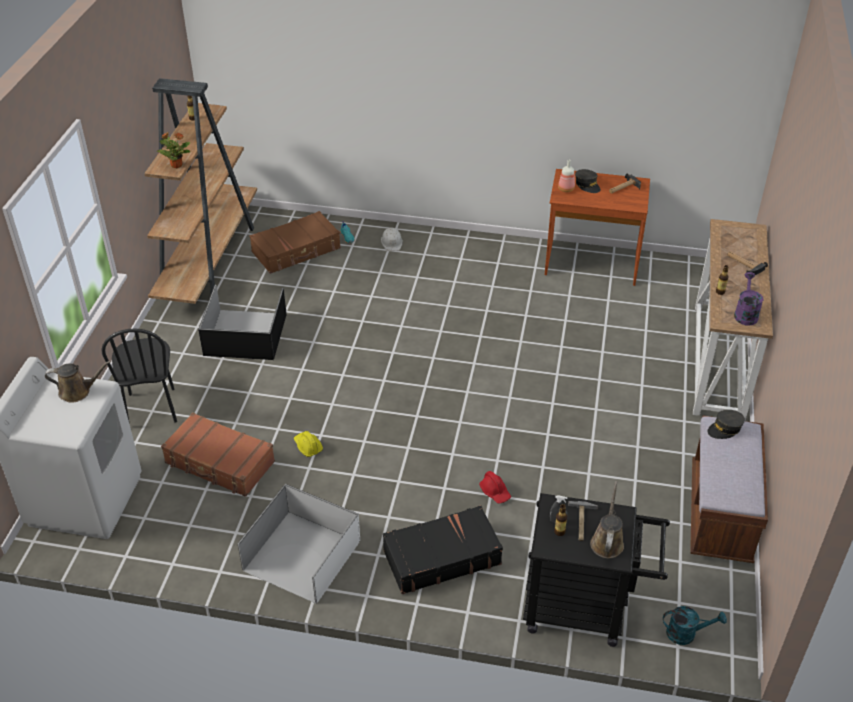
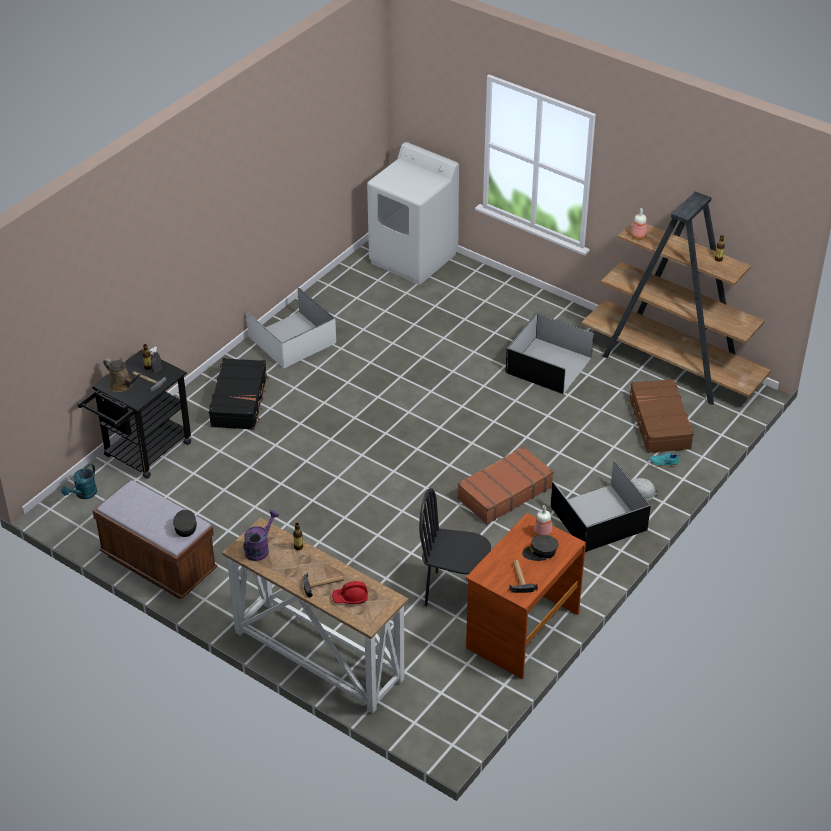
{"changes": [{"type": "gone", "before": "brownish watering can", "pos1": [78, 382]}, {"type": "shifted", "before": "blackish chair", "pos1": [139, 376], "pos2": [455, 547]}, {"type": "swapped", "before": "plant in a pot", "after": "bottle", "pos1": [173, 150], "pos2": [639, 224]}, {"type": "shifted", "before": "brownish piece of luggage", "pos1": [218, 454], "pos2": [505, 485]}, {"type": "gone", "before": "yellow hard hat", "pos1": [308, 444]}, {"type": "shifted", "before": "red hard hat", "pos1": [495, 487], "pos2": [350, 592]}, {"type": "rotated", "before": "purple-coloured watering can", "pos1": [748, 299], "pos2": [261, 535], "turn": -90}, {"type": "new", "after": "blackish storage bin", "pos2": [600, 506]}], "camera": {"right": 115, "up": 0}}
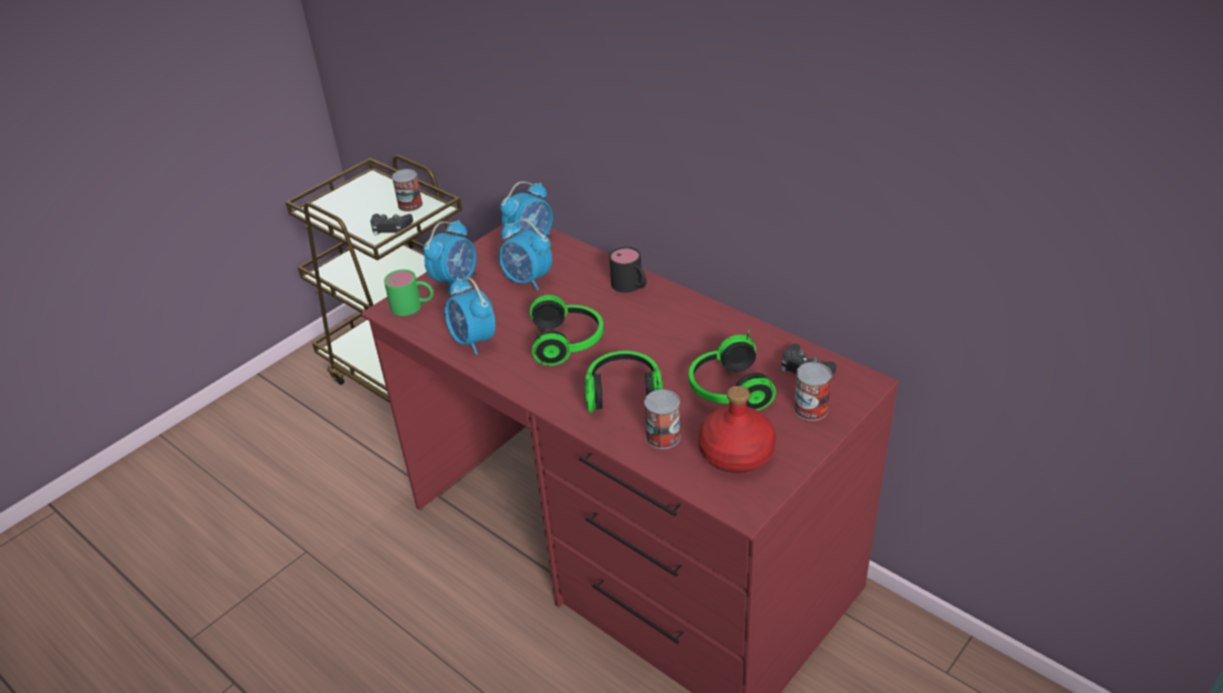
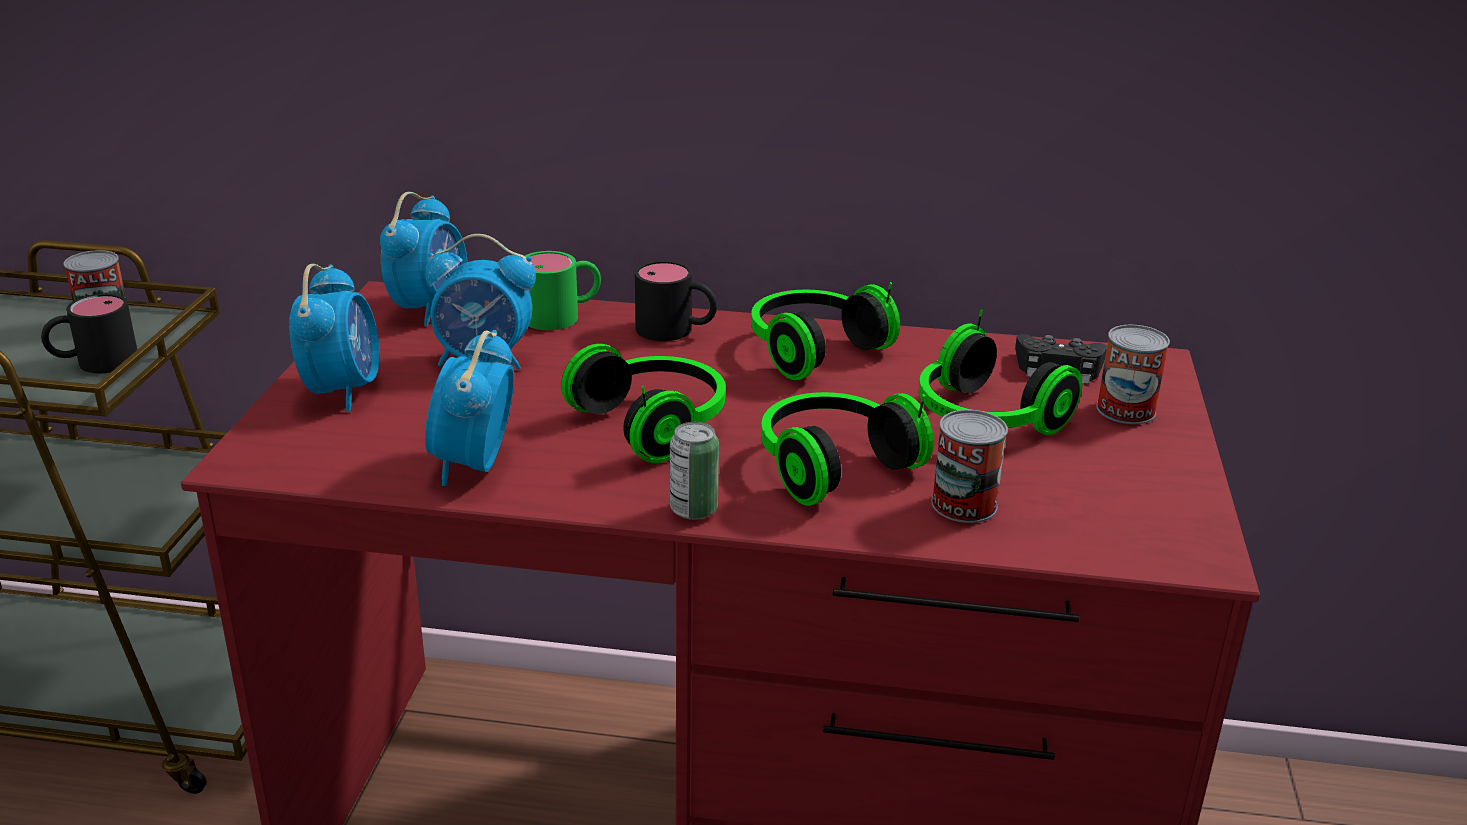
{"changes": [{"type": "swapped", "before": "blackish game controller", "after": "blackish tea mug", "pos1": [391, 224], "pos2": [89, 333]}, {"type": "shifted", "before": "green tea mug", "pos1": [409, 292], "pos2": [563, 290]}, {"type": "rotated", "before": "alarm clock", "pos1": [470, 316], "pos2": [469, 408], "turn": 75}, {"type": "gone", "before": "red bottle", "pos1": [737, 429]}, {"type": "new", "after": "metal can", "pos2": [694, 471]}, {"type": "new", "after": "headset", "pos2": [825, 331]}], "camera": {"right": -35, "up": -10}}
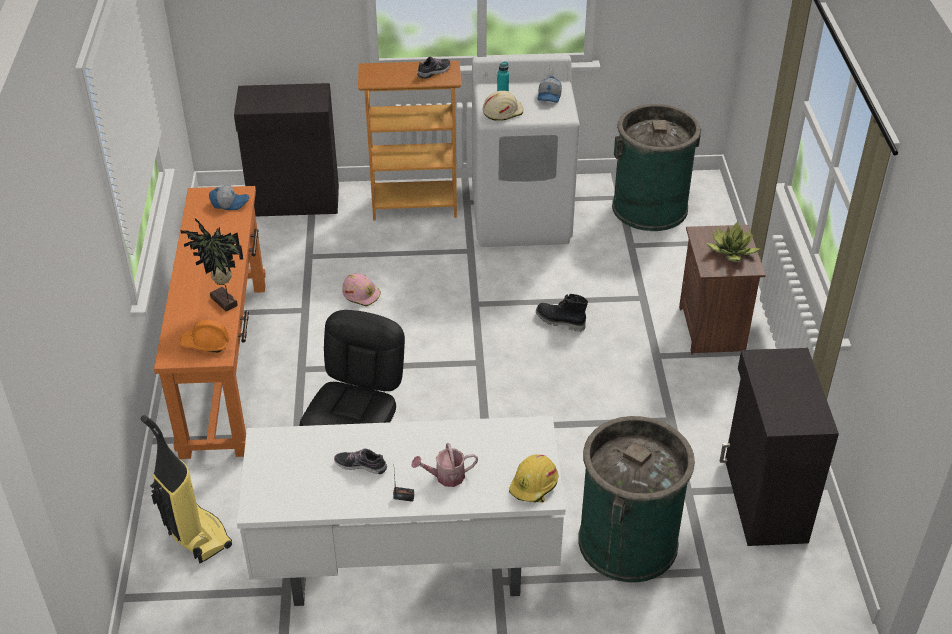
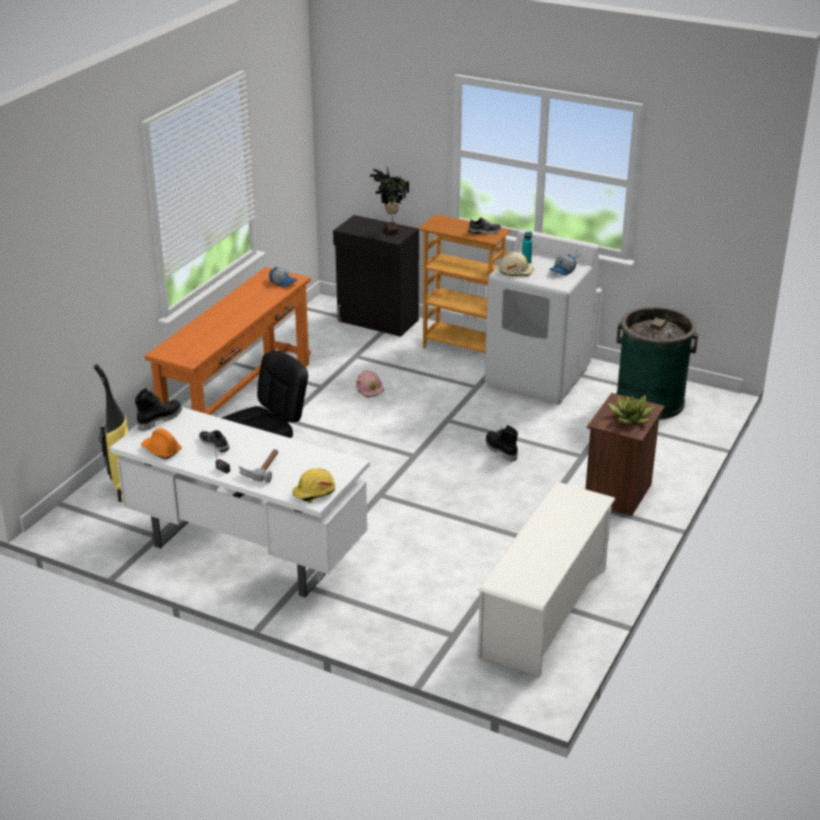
{"changes": [{"type": "shifted", "before": "plant in a pot", "pos1": [212, 265], "pos2": [389, 201]}, {"type": "shifted", "before": "orangey hard hat", "pos1": [205, 336], "pos2": [161, 443]}, {"type": "swapped", "before": "watering can", "after": "hand hammer", "pos1": [445, 465], "pos2": [258, 466]}, {"type": "gone", "before": "green trash can", "pos1": [636, 499]}, {"type": "swapped", "before": "blackish storage cabinet", "after": "whitish shoe shelf", "pos1": [779, 447], "pos2": [546, 579]}, {"type": "new", "after": "blackish tall boot", "pos2": [158, 409]}], "camera": {"right": 30, "up": -10}}
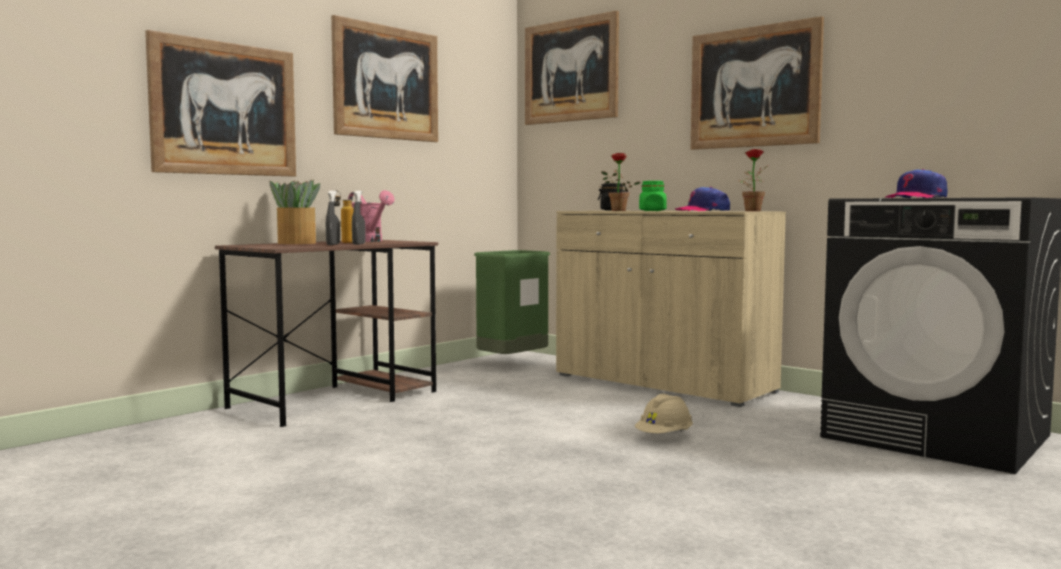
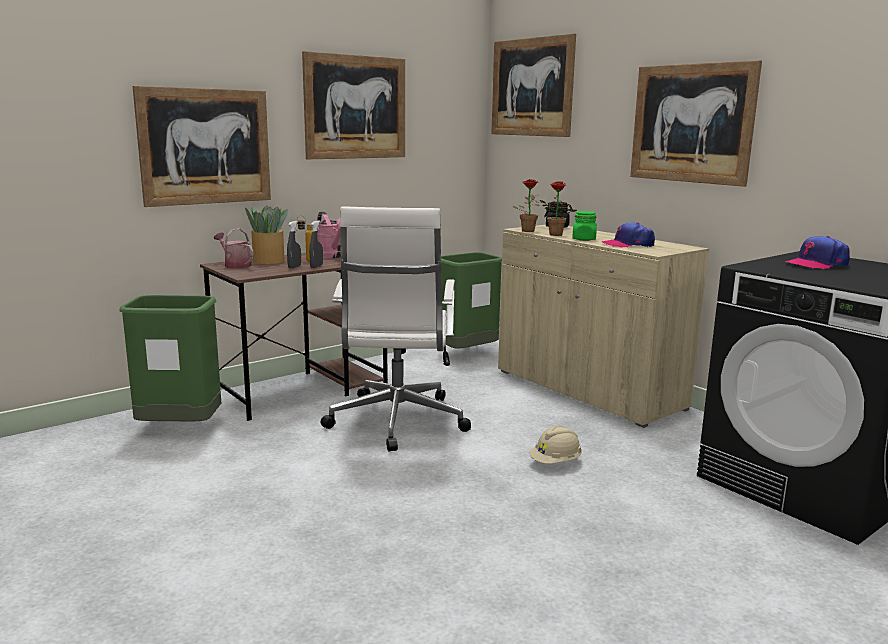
{"changes": [{"type": "shifted", "before": "plant in a pot", "pos1": [752, 180], "pos2": [525, 205]}, {"type": "new", "after": "green trash can", "pos2": [170, 358]}, {"type": "new", "after": "watering can", "pos2": [233, 248]}, {"type": "new", "after": "whitish office chair", "pos2": [396, 329]}], "camera": {"right": 10, "up": 10}}
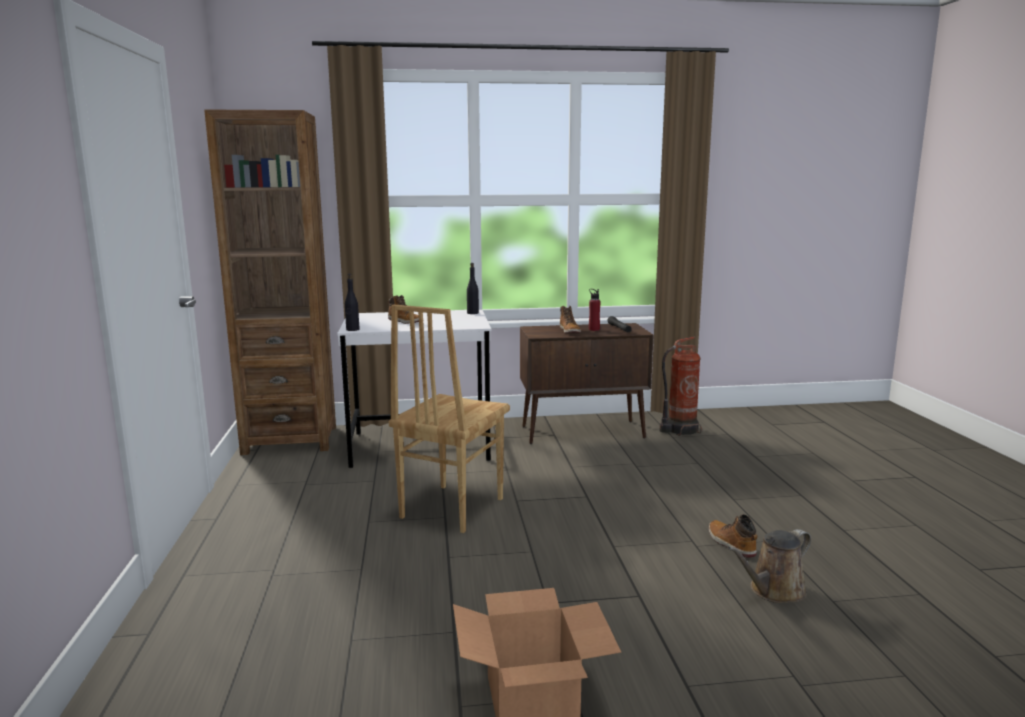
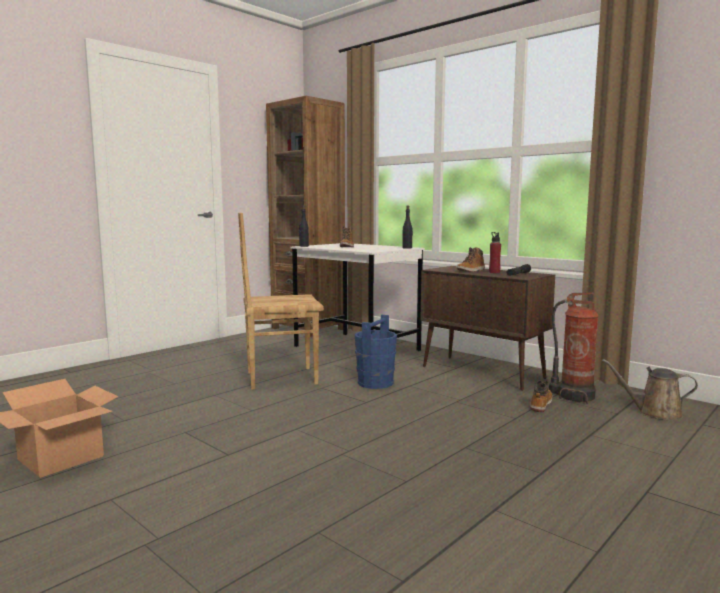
{"changes": [{"type": "shifted", "before": "tall boot", "pos1": [733, 536], "pos2": [541, 396]}, {"type": "shifted", "before": "brownish watering can", "pos1": [769, 566], "pos2": [650, 390]}, {"type": "new", "after": "bluish water bucket", "pos2": [376, 352]}], "camera": {"right": 50, "up": -5}}
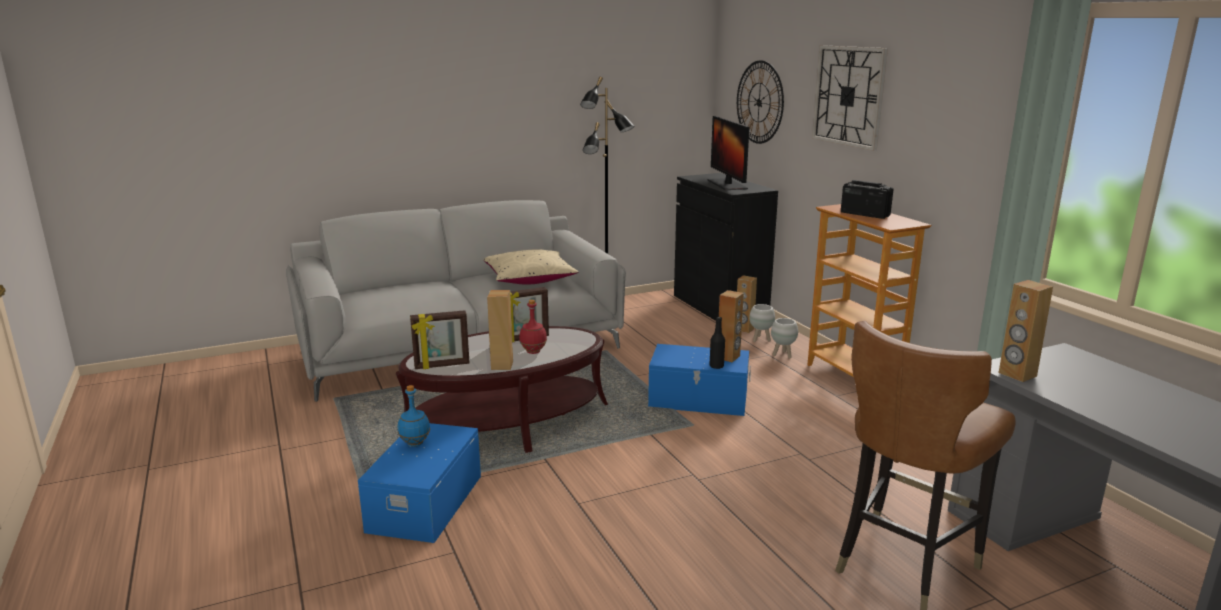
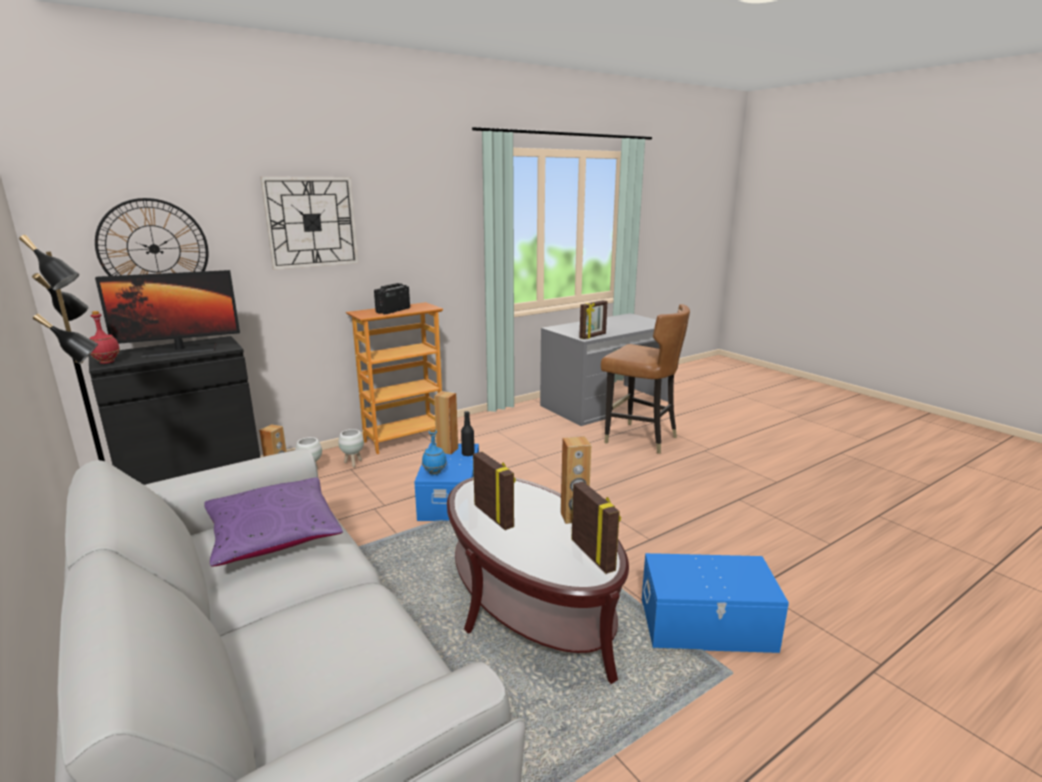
{"changes": [{"type": "shifted", "before": "bluish bottle", "pos1": [414, 416], "pos2": [434, 451]}, {"type": "repainted", "before": "beige-coloured throw pillow", "after": "purple-coloured throw pillow", "pos1": [530, 267], "pos2": [273, 522]}, {"type": "shifted", "before": "red bottle", "pos1": [533, 327], "pos2": [104, 337]}, {"type": "swapped", "before": "brownish loudspeaker", "after": "picture frame", "pos1": [1026, 331], "pos2": [593, 319]}], "camera": {"right": -100, "up": 0}}
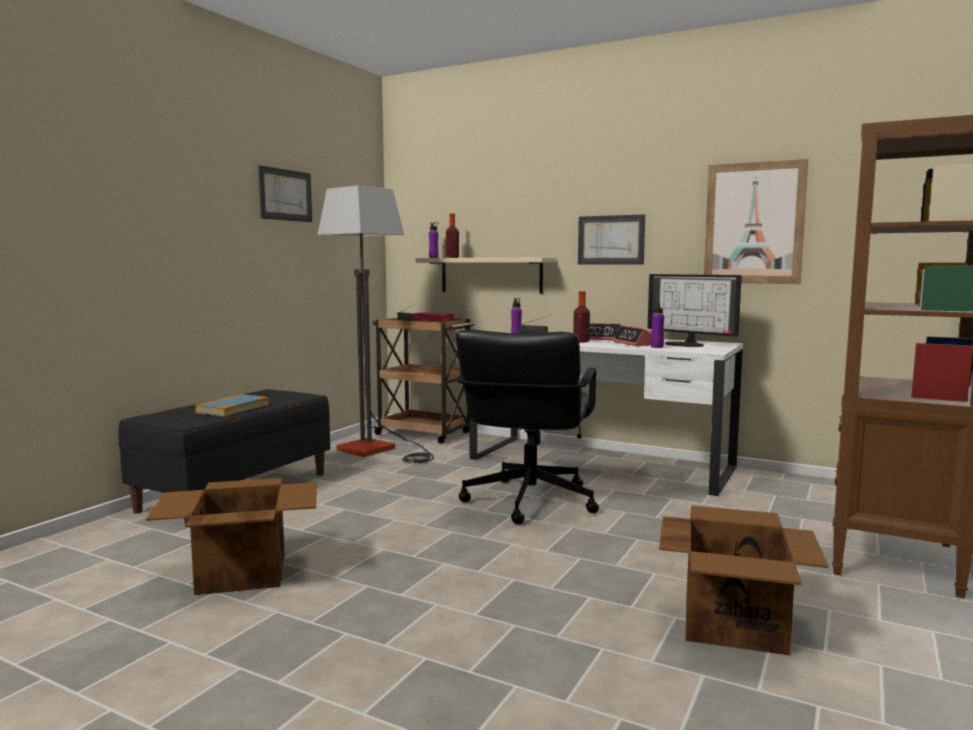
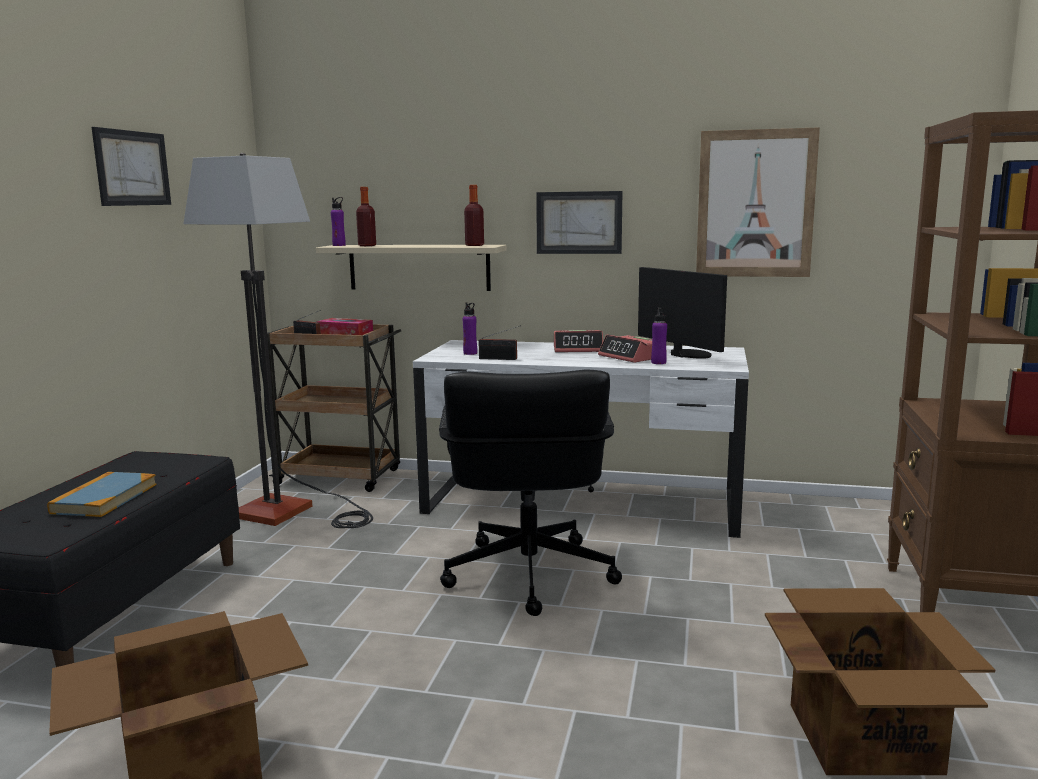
{"changes": [{"type": "shifted", "before": "bottle", "pos1": [581, 316], "pos2": [474, 215]}, {"type": "rotated", "before": "computer display", "pos1": [694, 310], "pos2": [682, 313], "turn": -150}], "camera": {"right": -15, "up": 5}}
